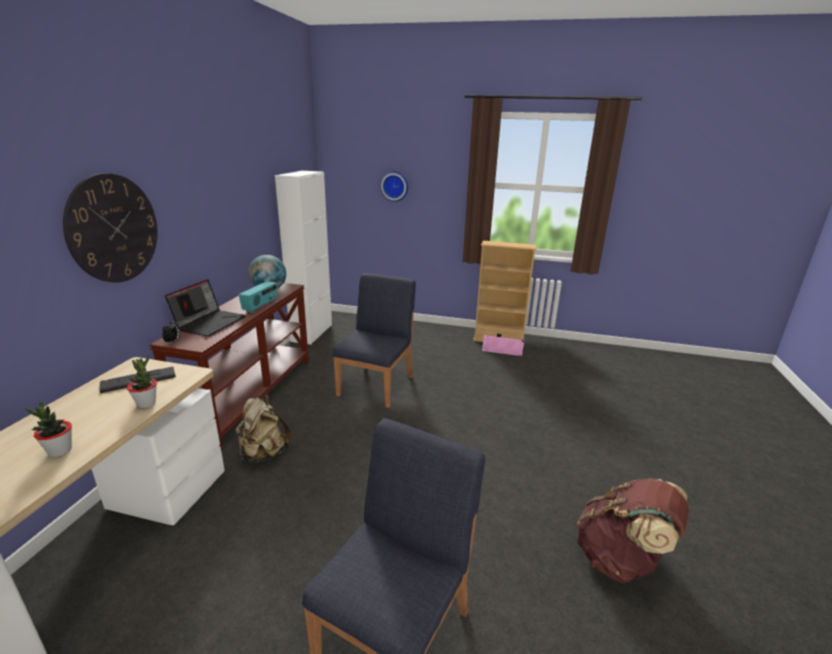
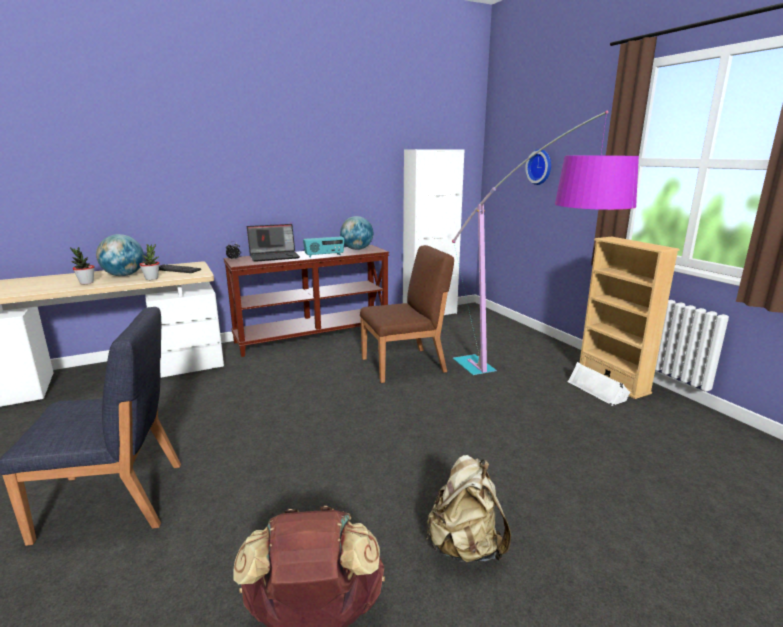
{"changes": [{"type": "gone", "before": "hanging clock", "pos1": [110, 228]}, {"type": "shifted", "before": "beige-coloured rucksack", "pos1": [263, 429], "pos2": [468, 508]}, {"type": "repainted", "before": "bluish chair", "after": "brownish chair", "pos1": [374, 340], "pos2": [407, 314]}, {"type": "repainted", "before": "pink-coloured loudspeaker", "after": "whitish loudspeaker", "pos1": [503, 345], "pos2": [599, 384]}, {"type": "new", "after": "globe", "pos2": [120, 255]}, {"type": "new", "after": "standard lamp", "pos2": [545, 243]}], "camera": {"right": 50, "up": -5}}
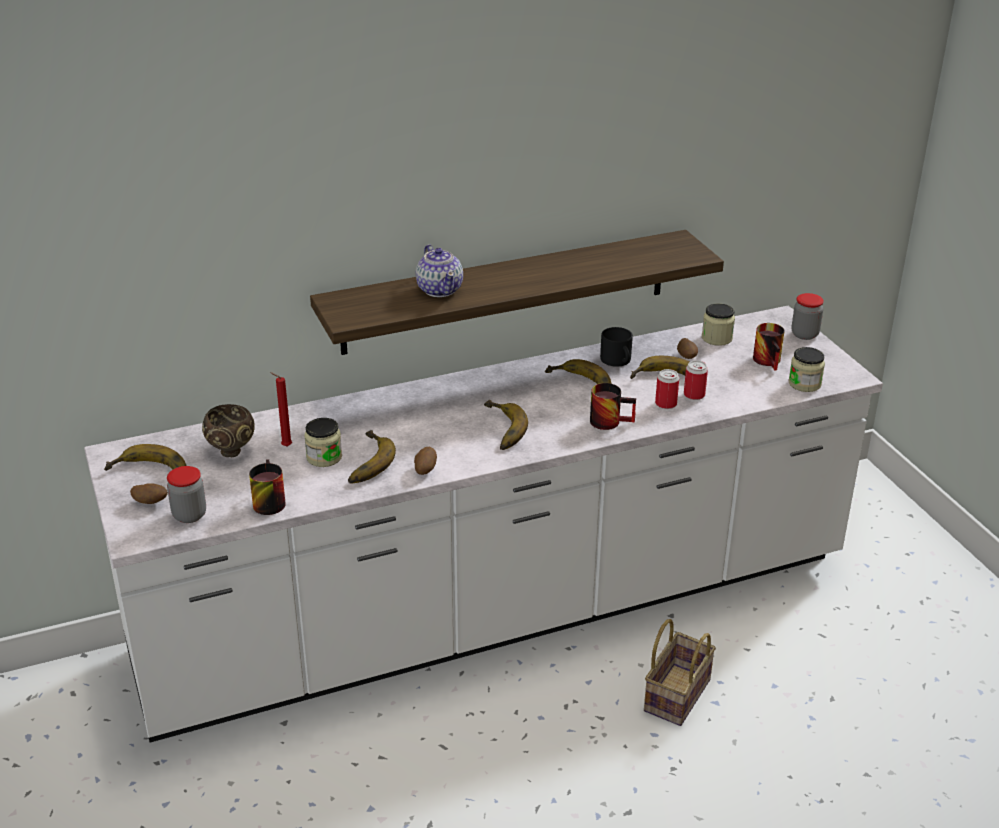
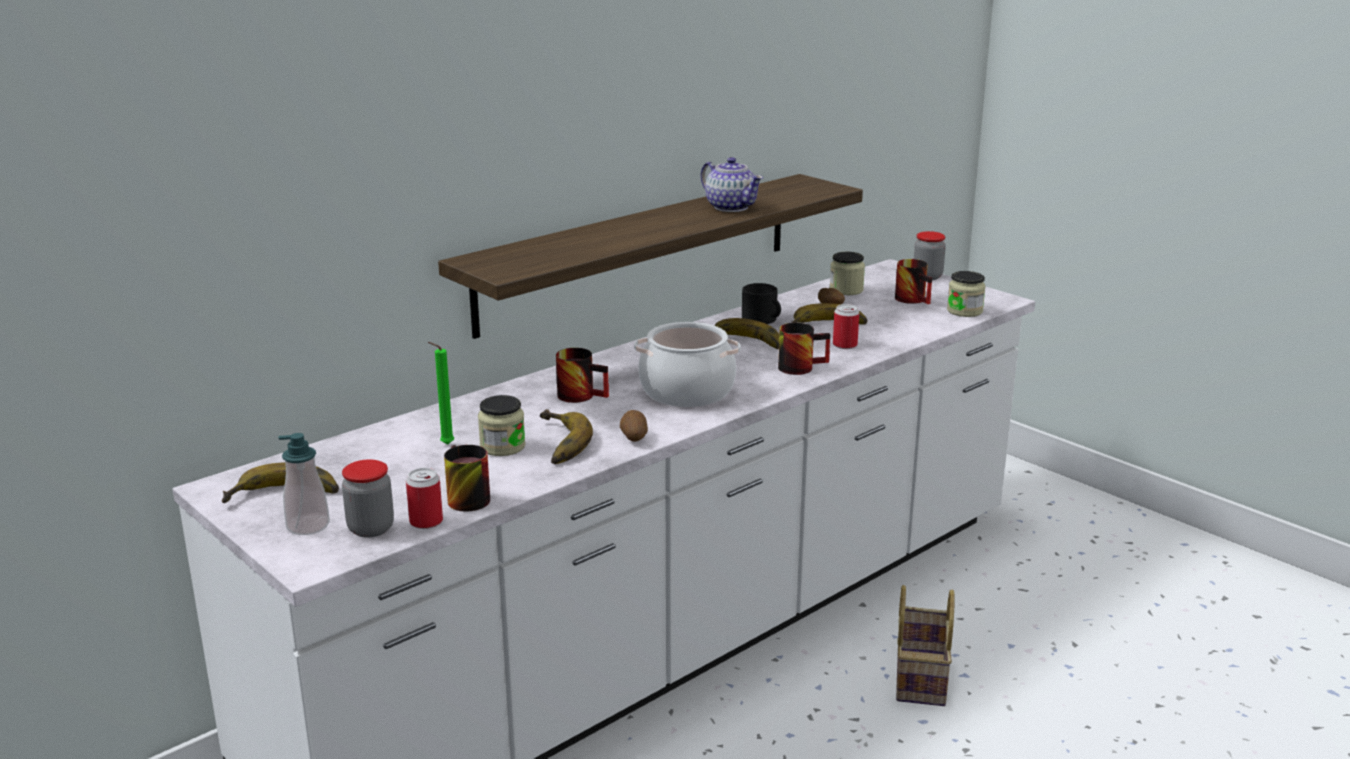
{"changes": [{"type": "swapped", "before": "whole potato", "after": "soap bottle", "pos1": [149, 493], "pos2": [304, 484]}, {"type": "gone", "before": "brownish serving bowl", "pos1": [228, 430]}, {"type": "repainted", "before": "red wax light", "after": "green wax light", "pos1": [281, 409], "pos2": [441, 393]}, {"type": "shifted", "before": "pot for tea", "pos1": [439, 270], "pos2": [732, 184]}, {"type": "swapped", "before": "whole banana", "after": "saucepot", "pos1": [506, 425], "pos2": [687, 364]}, {"type": "shifted", "before": "metal can", "pos1": [696, 380], "pos2": [424, 498]}, {"type": "new", "after": "tea mug", "pos2": [582, 375]}], "camera": {"right": -20, "up": -10}}
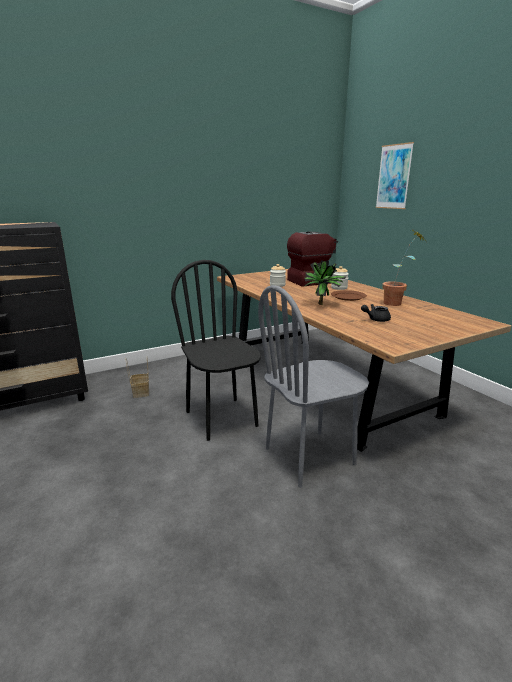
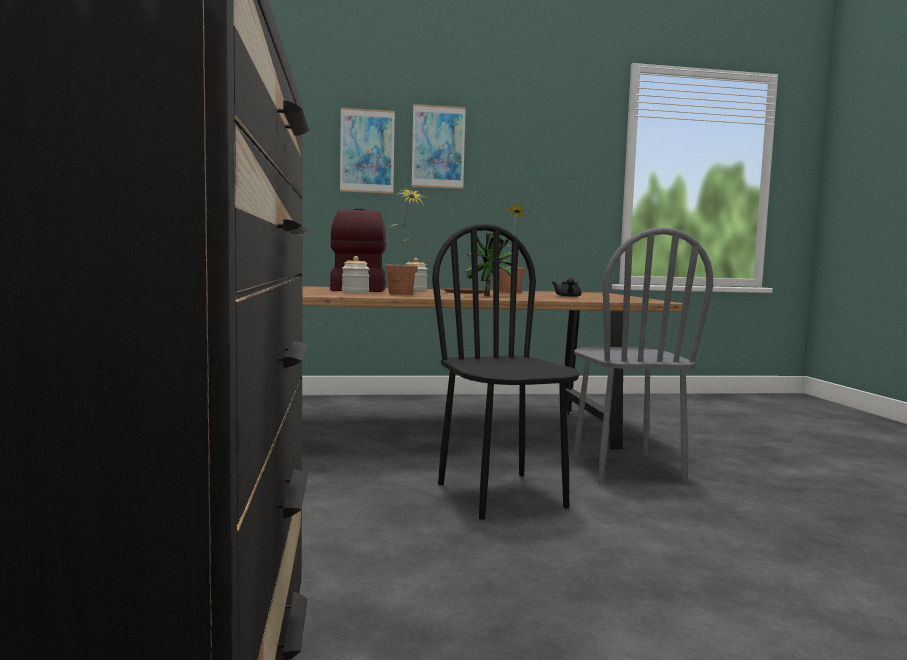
{"changes": [{"type": "gone", "before": "basket", "pos1": [137, 378]}, {"type": "rotated", "before": "blackish chair", "pos1": [216, 350], "pos2": [506, 372], "turn": 75}, {"type": "new", "after": "plant in a pot", "pos2": [404, 241]}, {"type": "new", "after": "wall picture", "pos2": [439, 146]}], "camera": {"right": -70, "up": -15}}
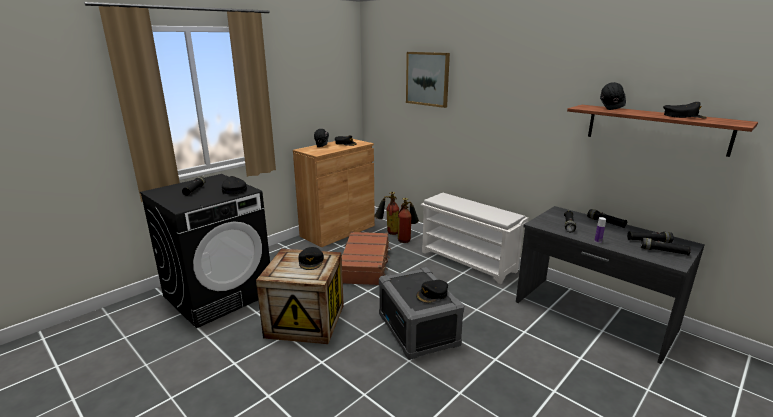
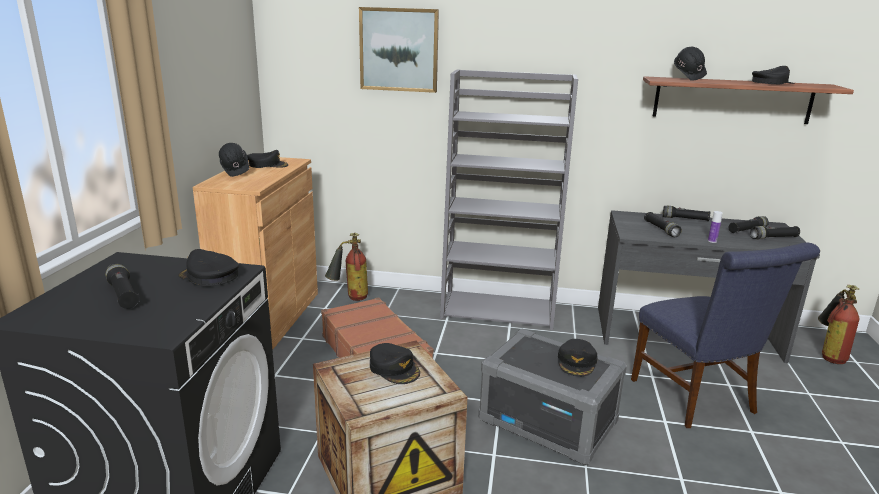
{"changes": [{"type": "shifted", "before": "fire-fighting cylinder", "pos1": [408, 220], "pos2": [839, 324]}, {"type": "swapped", "before": "whitish shoe shelf", "after": "gray shelving unit", "pos1": [474, 238], "pos2": [509, 200]}, {"type": "new", "after": "bluish chair", "pos2": [725, 335]}], "camera": {"right": -35, "up": 0}}
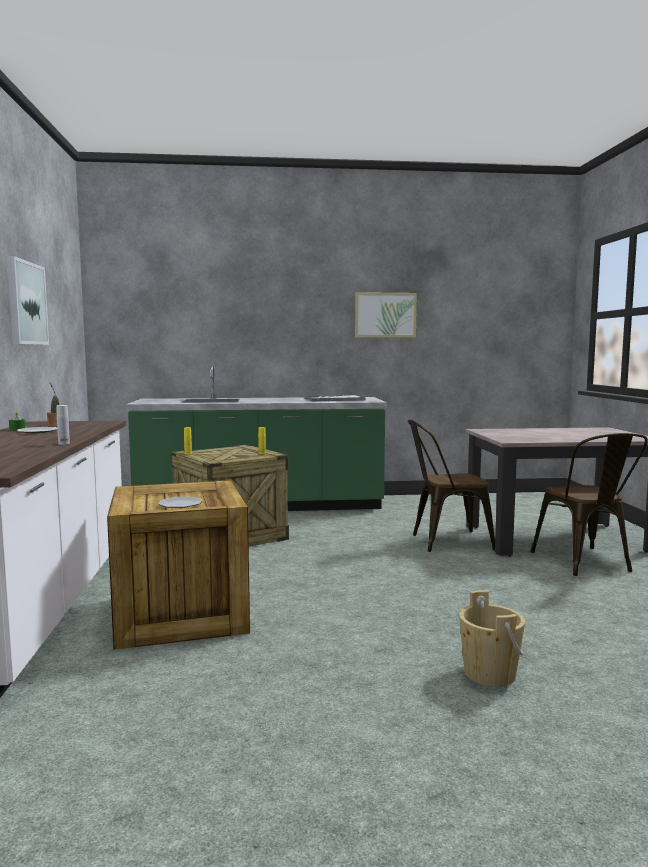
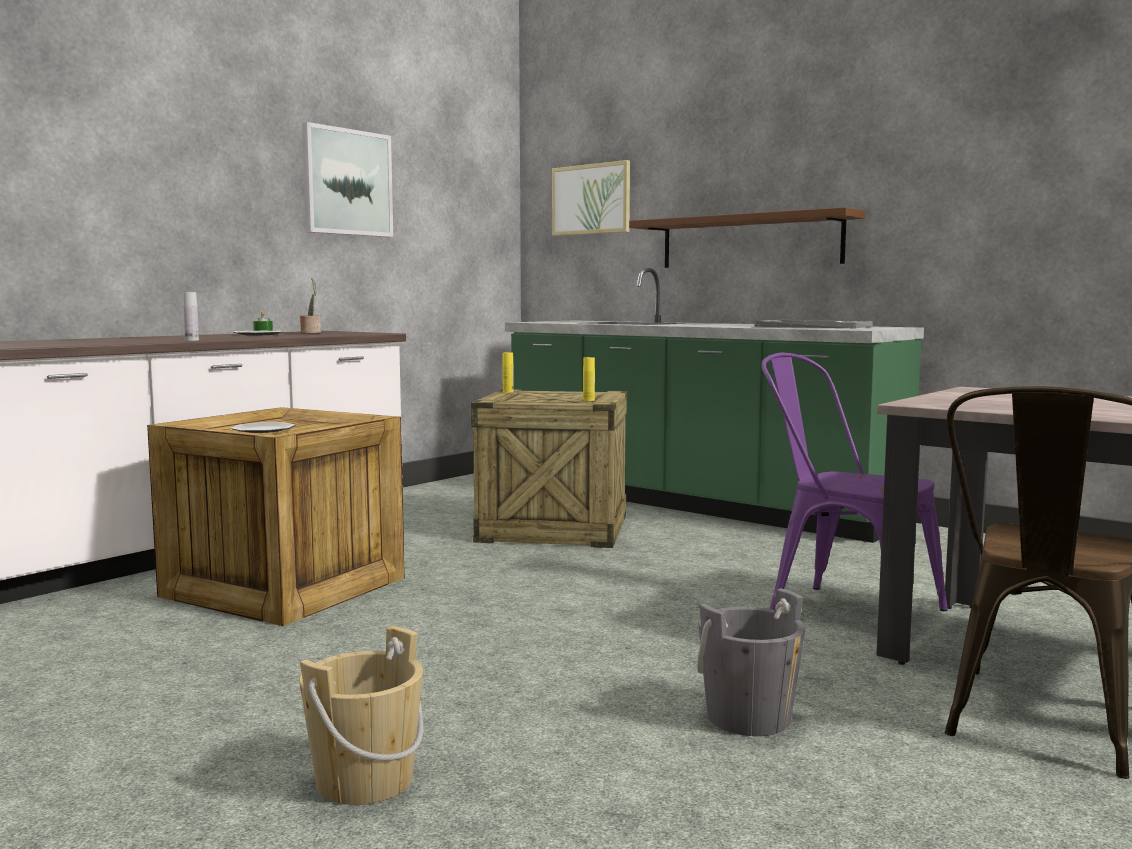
{"changes": [{"type": "shifted", "before": "wall picture", "pos1": [386, 314], "pos2": [591, 198]}, {"type": "repainted", "before": "brownish chair", "after": "purple-coloured chair", "pos1": [451, 485], "pos2": [854, 482]}, {"type": "new", "after": "brownish wall shelf", "pos2": [747, 237]}, {"type": "new", "after": "gray water bucket", "pos2": [751, 662]}], "camera": {"right": 45, "up": 0}}
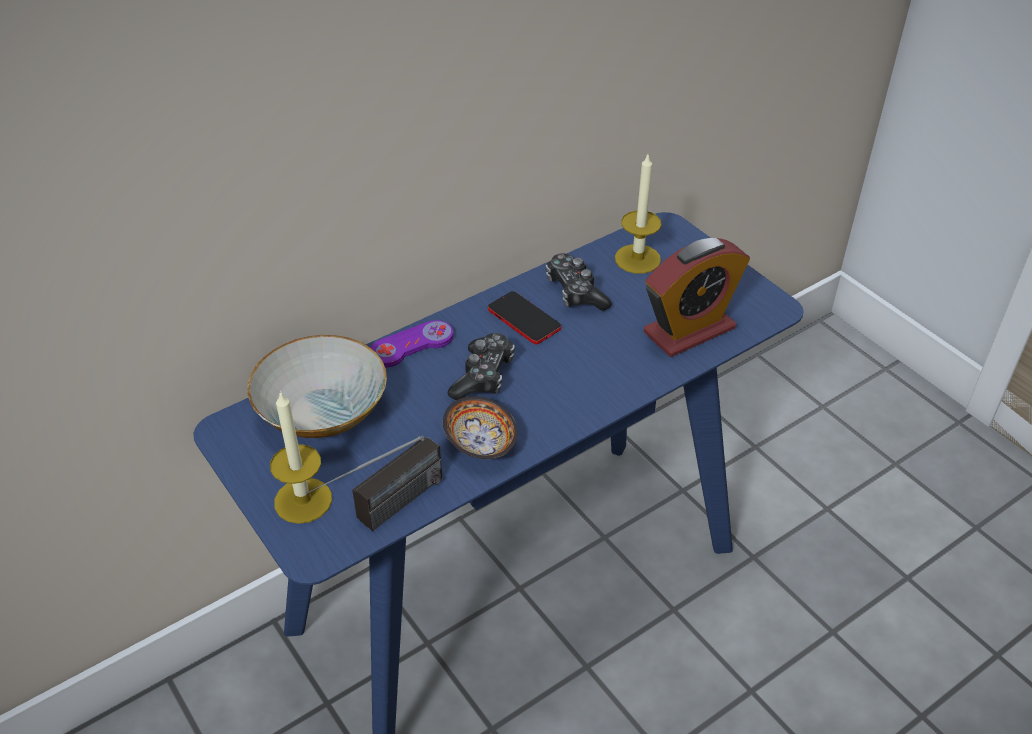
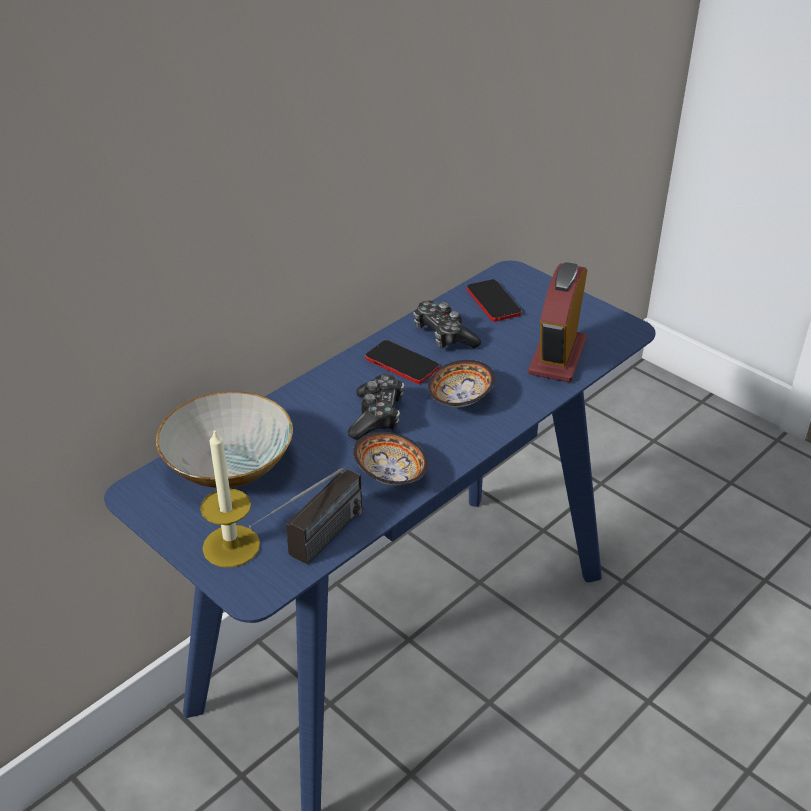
{"changes": [{"type": "gone", "before": "purple-coloured game controller", "pos1": [412, 343]}, {"type": "swapped", "before": "wax light", "after": "handset", "pos1": [638, 214], "pos2": [494, 300]}, {"type": "rotated", "before": "alarm clock", "pos1": [697, 297], "pos2": [557, 322], "turn": 150}, {"type": "new", "after": "serving bowl", "pos2": [461, 383]}], "camera": {"right": -10, "up": -5}}
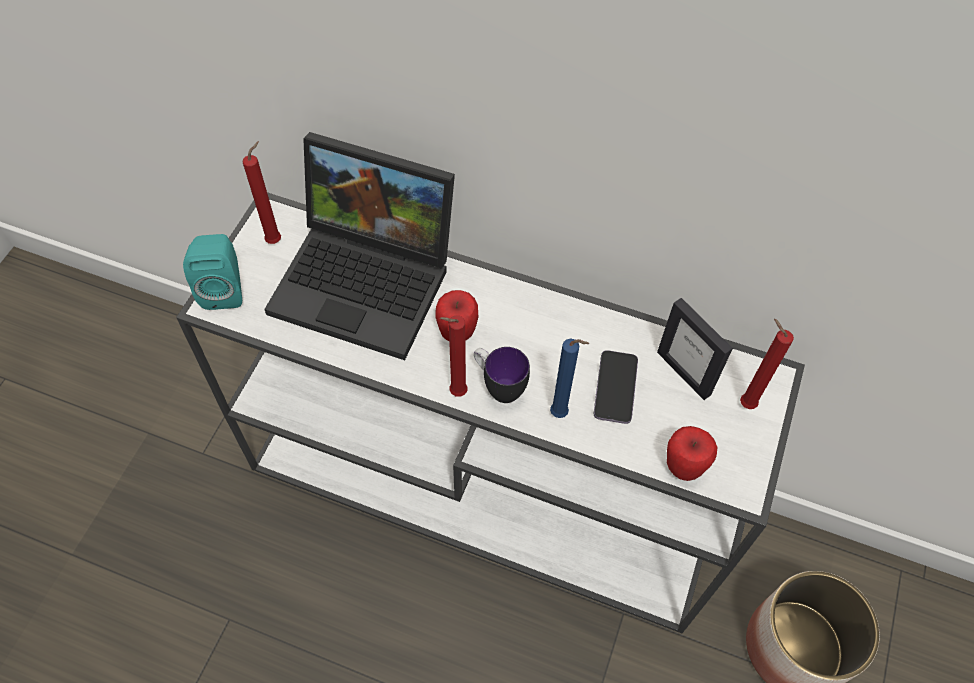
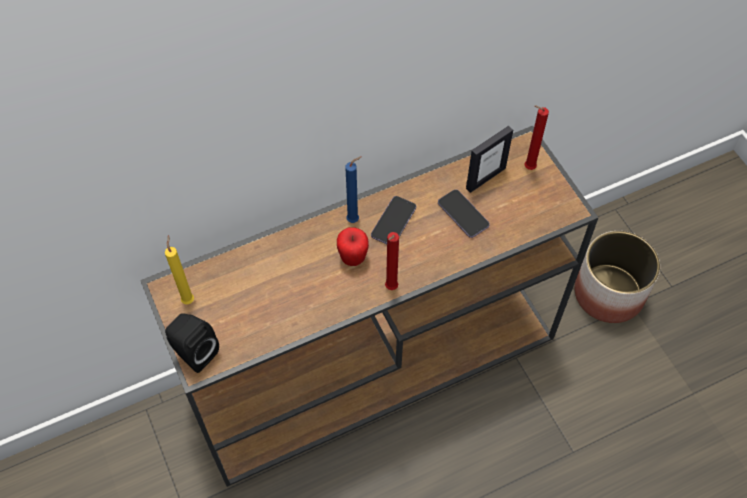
{"changes": [{"type": "repainted", "before": "whitish narrow table", "after": "brownish narrow table", "pos1": [490, 412], "pos2": [369, 306]}, {"type": "repainted", "before": "turquoise-coloured loudspeaker", "after": "blackish loudspeaker", "pos1": [212, 272], "pos2": [192, 343]}, {"type": "repainted", "before": "red wax light", "after": "yellow wax light", "pos1": [262, 192], "pos2": [179, 269]}, {"type": "gone", "before": "portable computer", "pos1": [359, 246]}, {"type": "gone", "before": "tea mug", "pos1": [502, 375]}, {"type": "shifted", "before": "bluish wax light", "pos1": [569, 378], "pos2": [353, 189]}, {"type": "rotated", "before": "picture frame", "pos1": [695, 349], "pos2": [489, 159], "turn": -45}, {"type": "gone", "before": "apple", "pos1": [692, 453]}, {"type": "new", "after": "handset", "pos2": [393, 220]}], "camera": {"right": -45, "up": 0}}
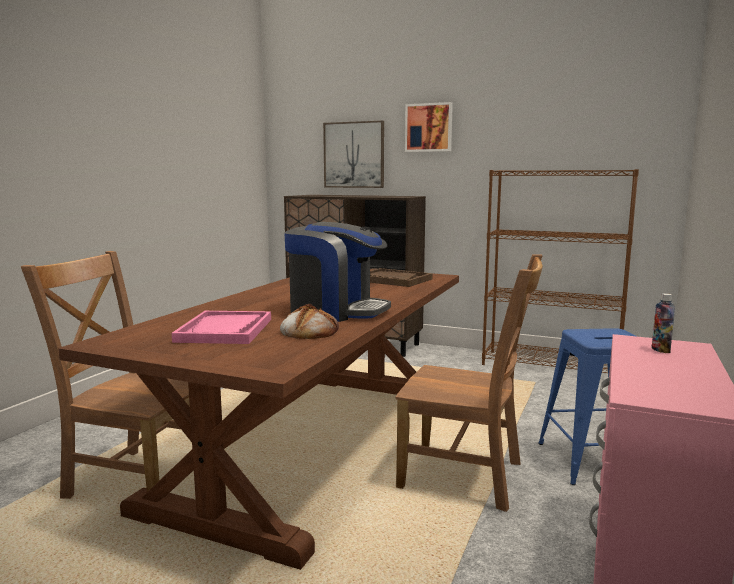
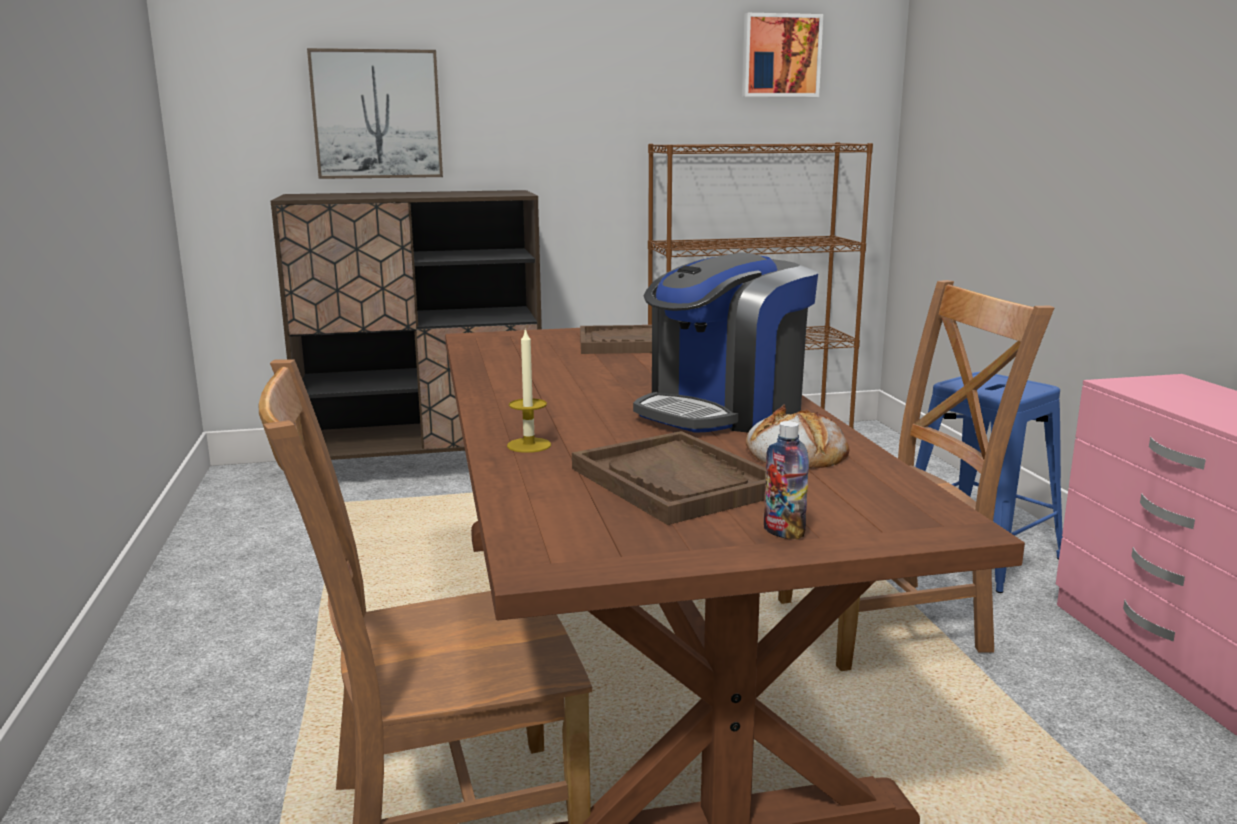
{"changes": [{"type": "repainted", "before": "pink-coloured tray", "after": "brownish tray", "pos1": [221, 327], "pos2": [669, 478]}, {"type": "rotated", "before": "coffee machine", "pos1": [337, 272], "pos2": [725, 343], "turn": 150}, {"type": "shifted", "before": "wall picture", "pos1": [429, 127], "pos2": [782, 55]}, {"type": "shifted", "before": "bottle", "pos1": [663, 323], "pos2": [786, 480]}, {"type": "new", "after": "wax light", "pos2": [529, 390]}], "camera": {"right": -35, "up": 5}}
